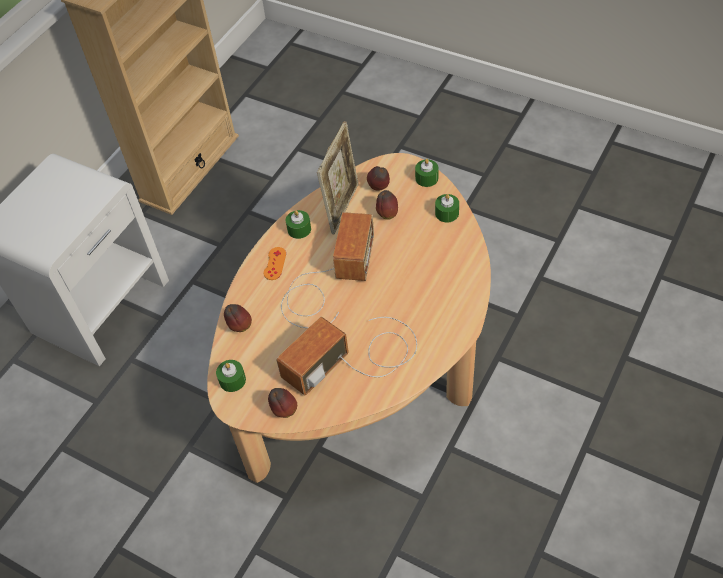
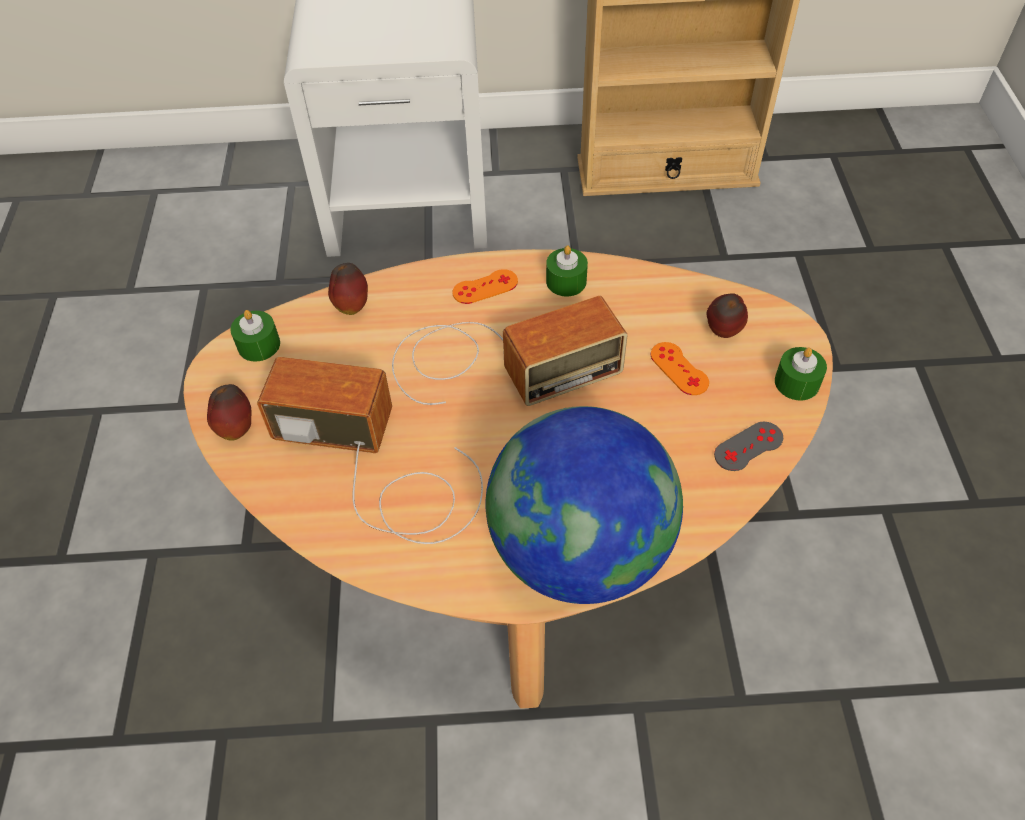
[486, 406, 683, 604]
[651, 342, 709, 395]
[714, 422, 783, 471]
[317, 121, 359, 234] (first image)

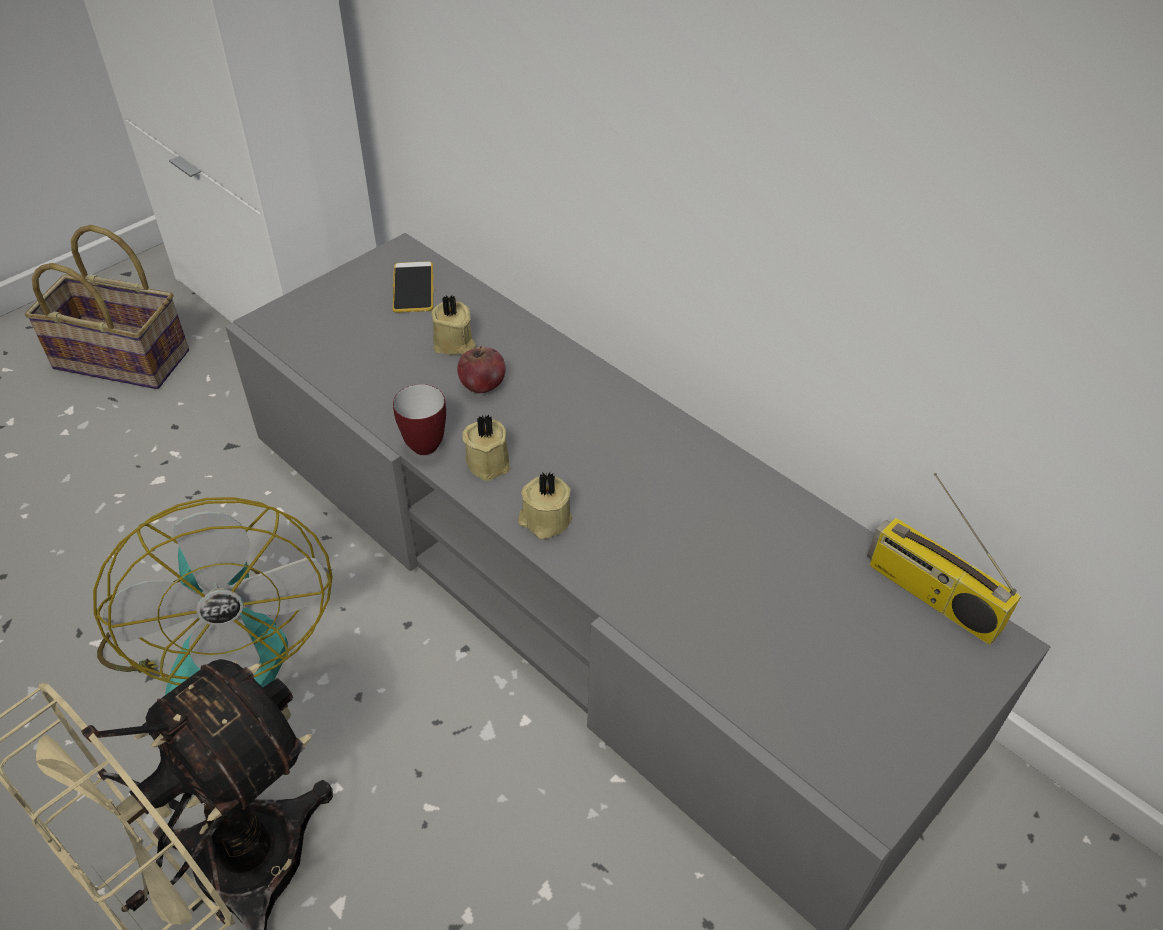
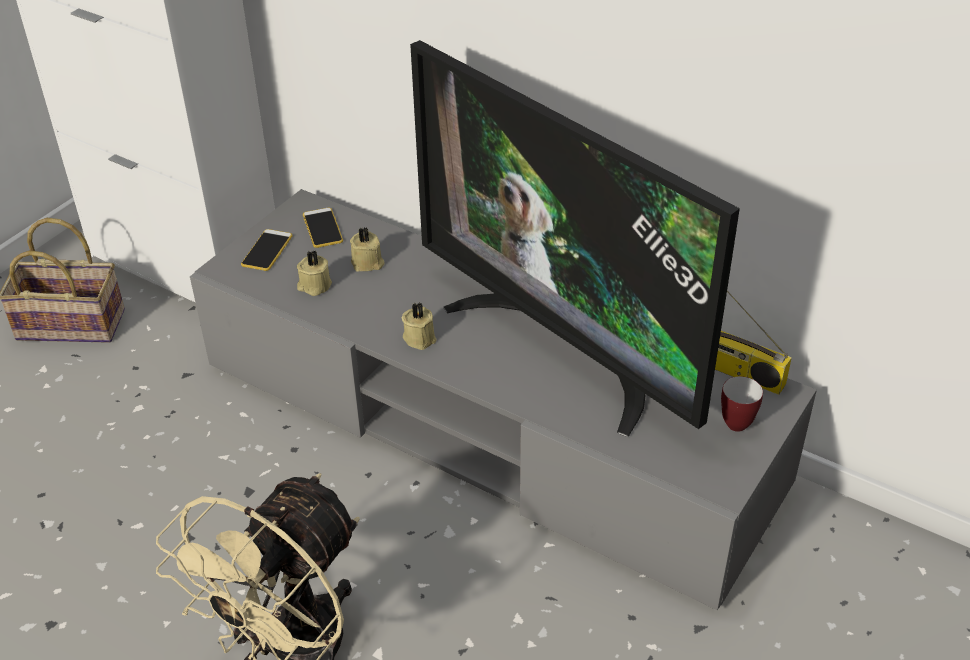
[241, 229, 292, 271]
[297, 251, 332, 296]
[410, 40, 740, 437]
[721, 376, 763, 432]
[93, 497, 333, 695] (first image)
[457, 346, 506, 393] (first image)

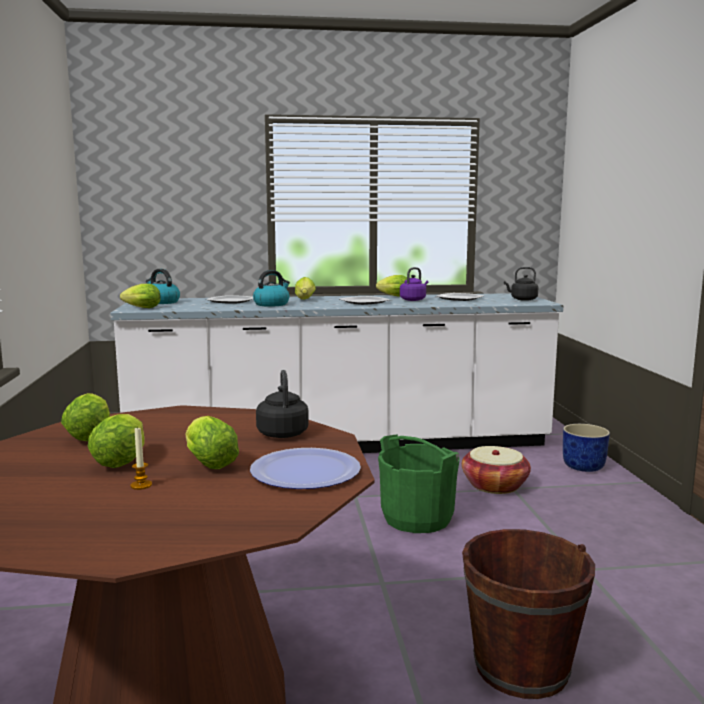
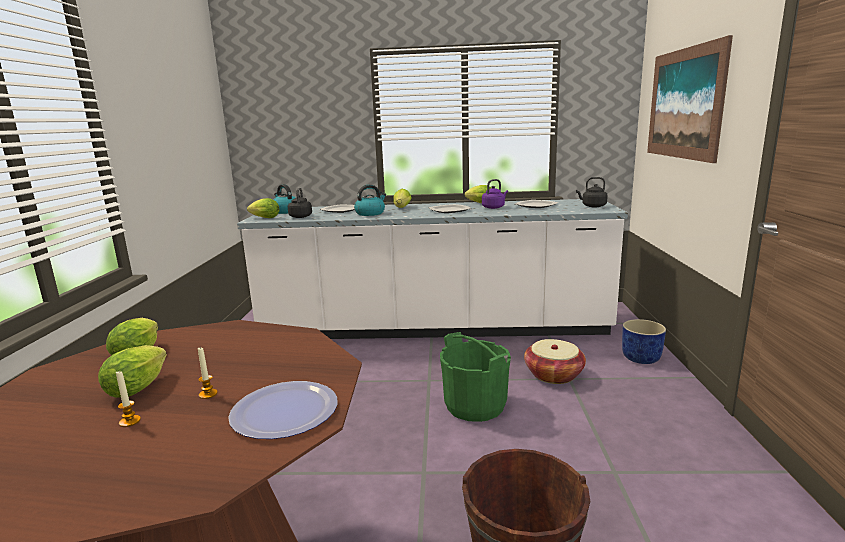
[198, 348, 218, 399]
[288, 188, 312, 218]
[647, 35, 733, 163]

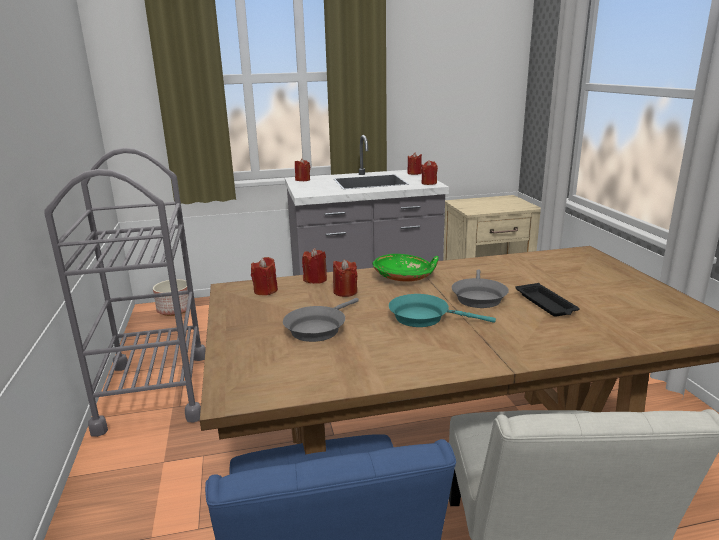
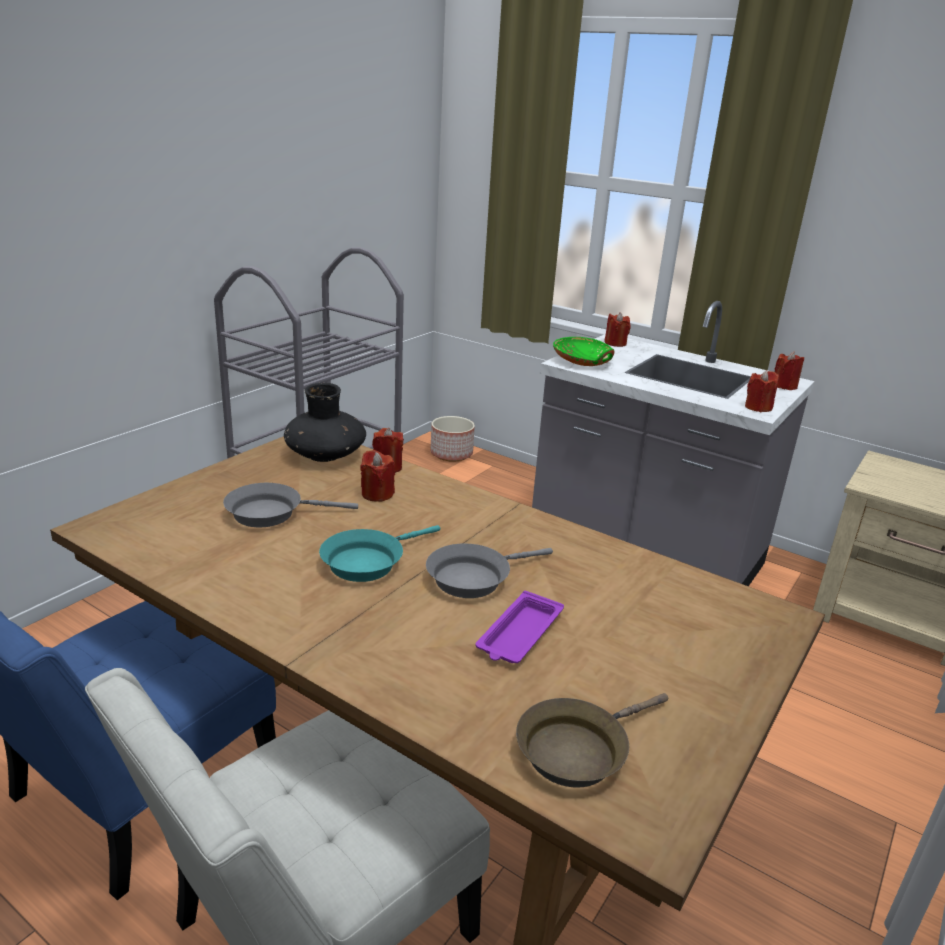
[284, 383, 366, 462]
[319, 525, 440, 582]
[476, 590, 564, 663]
[516, 693, 668, 788]
[553, 337, 615, 366]

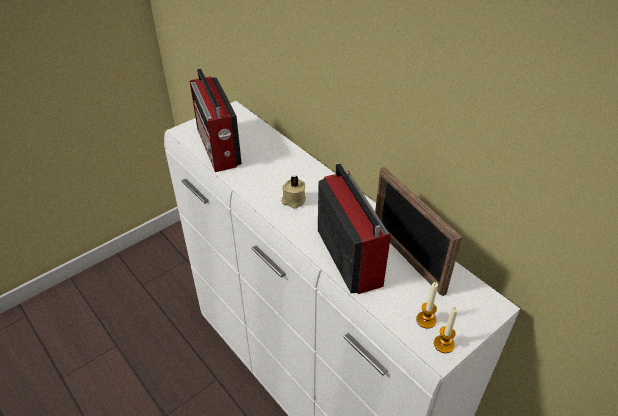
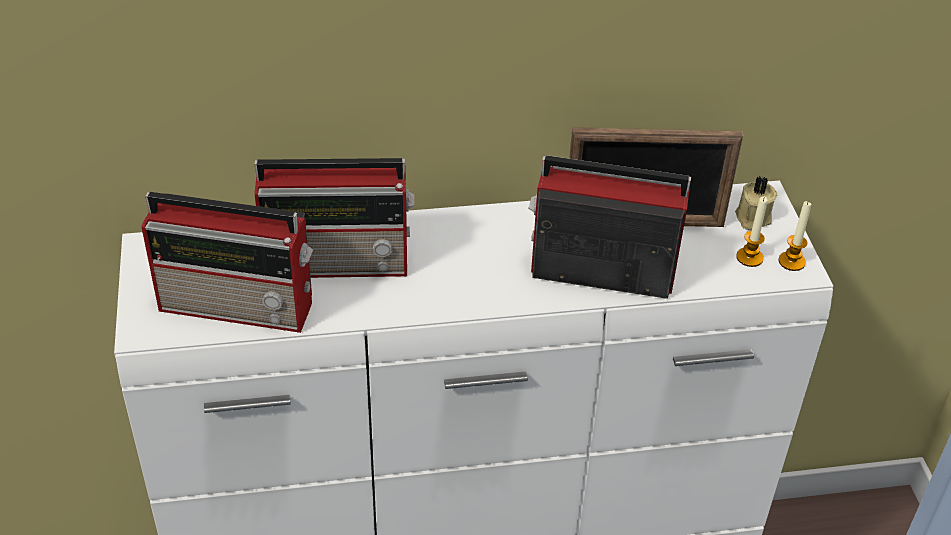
[255, 158, 414, 278]
[735, 176, 778, 231]

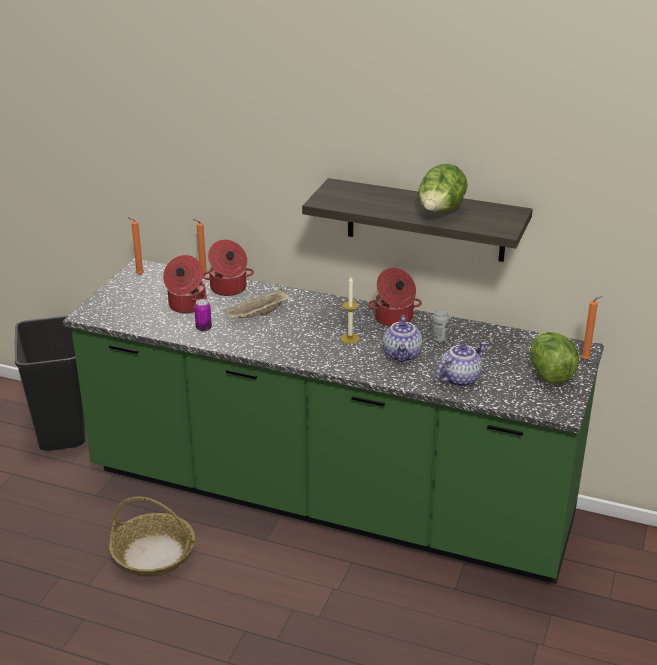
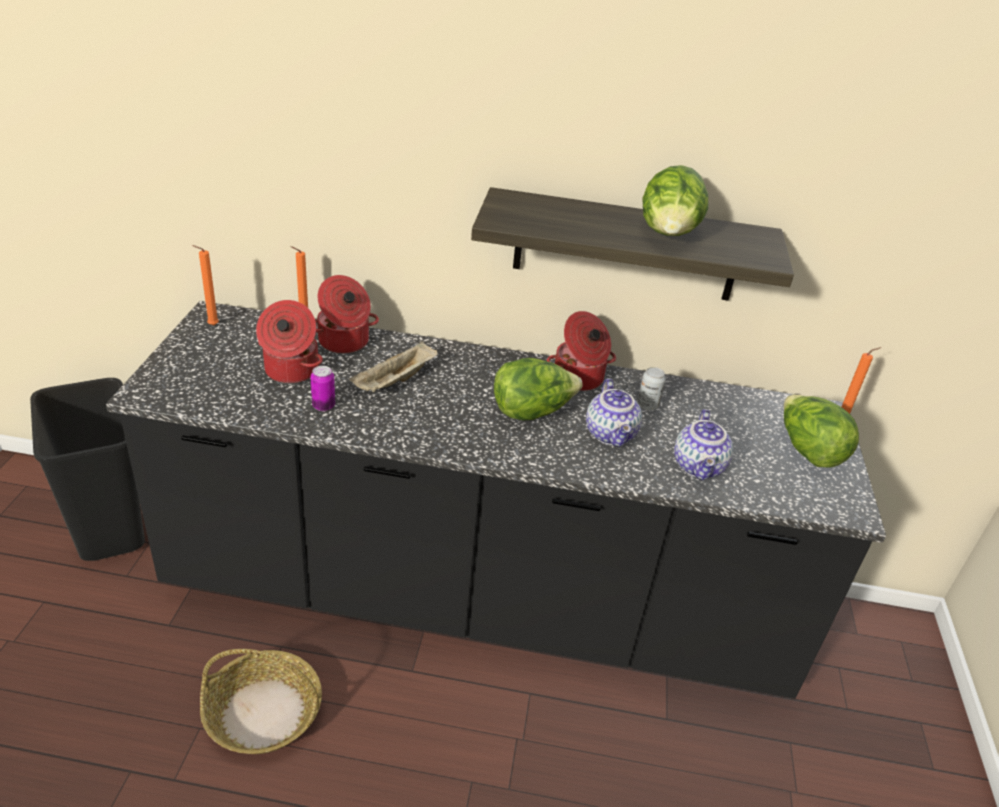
[106, 301, 886, 699]
[494, 358, 582, 421]
[674, 409, 733, 480]

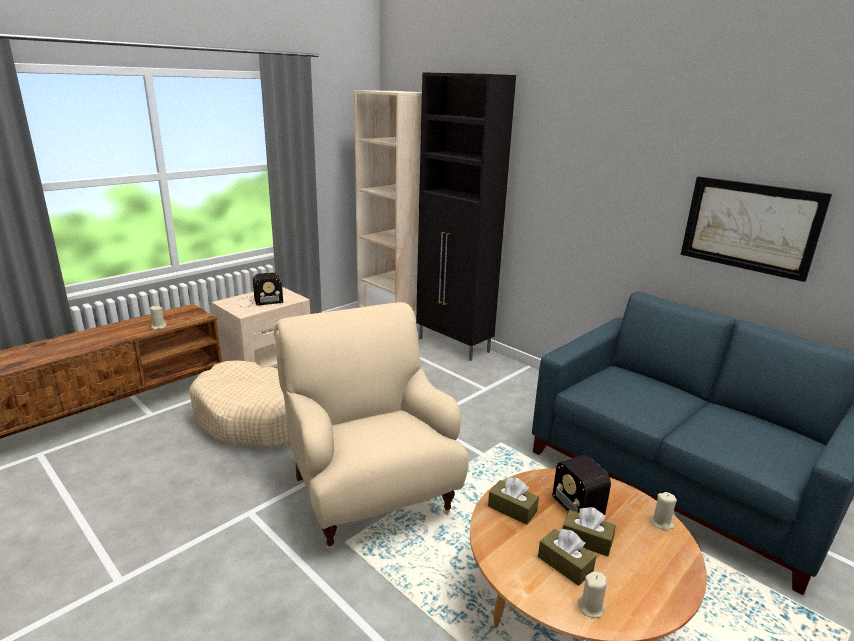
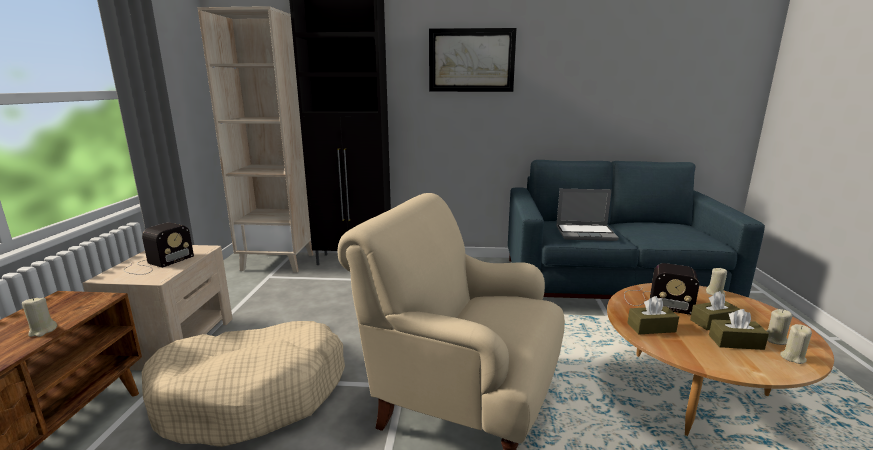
[429, 28, 516, 92]
[556, 189, 619, 241]
[767, 309, 792, 345]

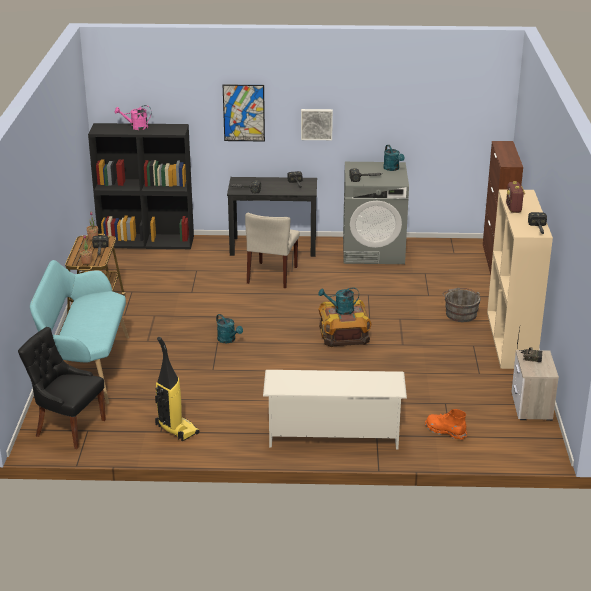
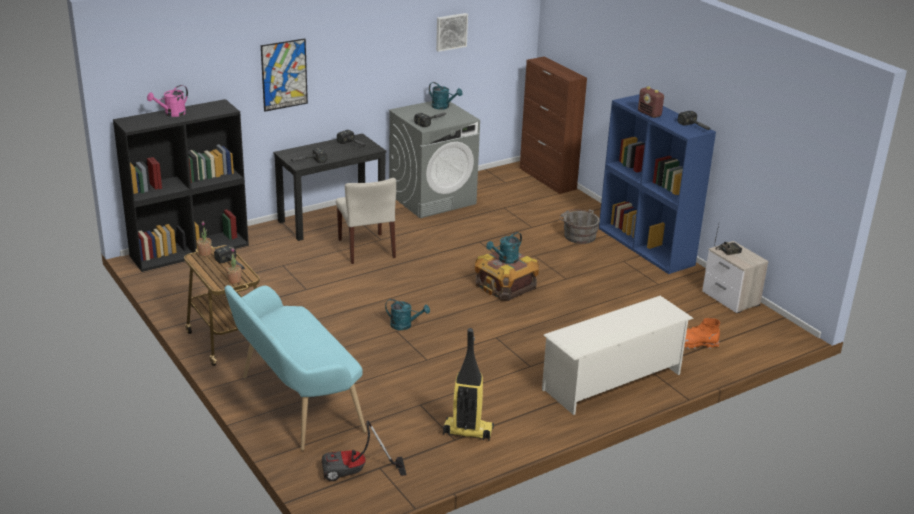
[322, 421, 407, 481]
[436, 13, 468, 52]
[599, 94, 716, 274]

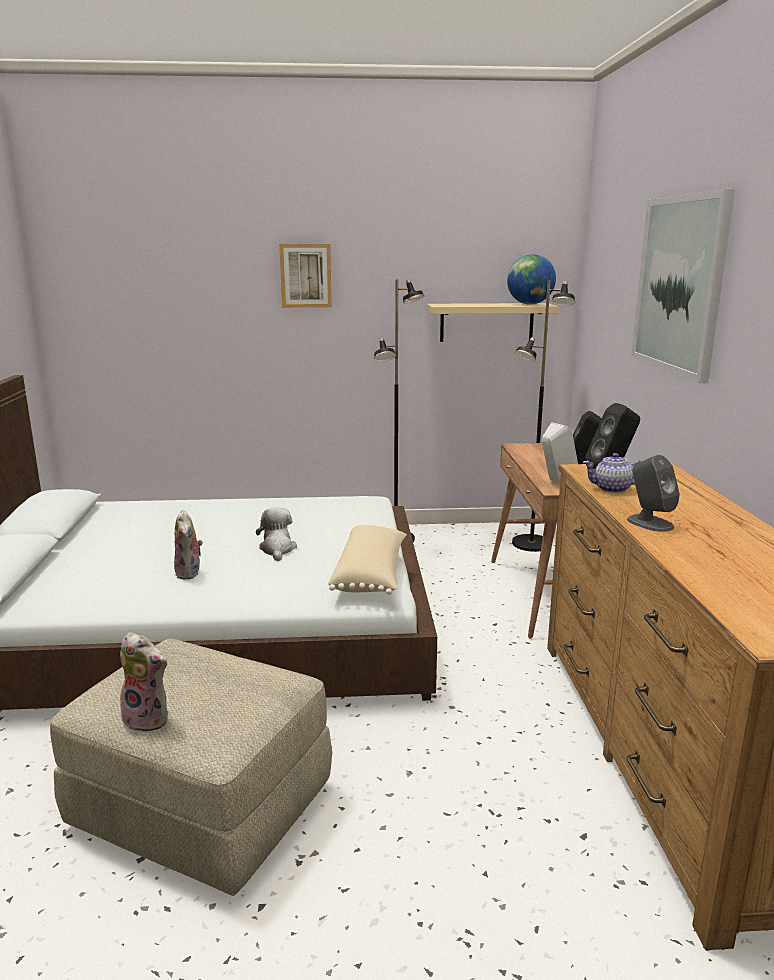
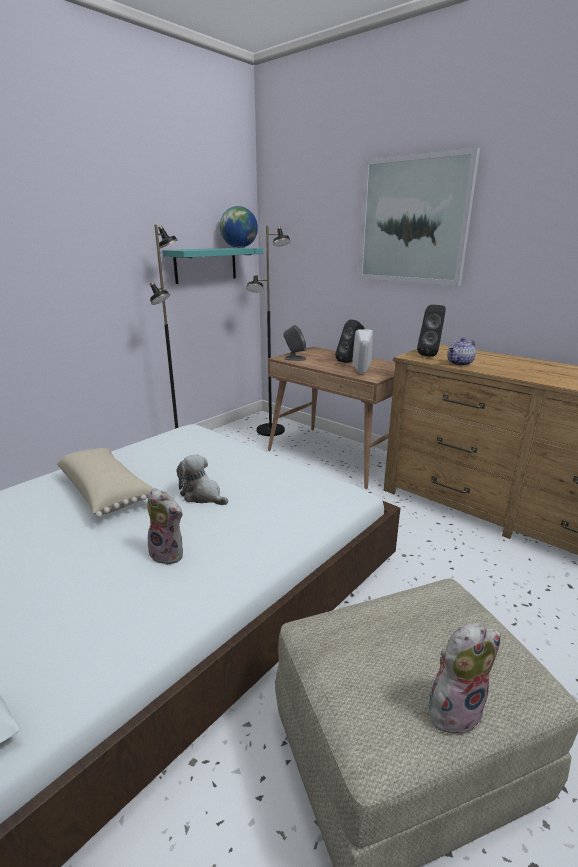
[57, 448, 153, 518]
[162, 248, 263, 284]
[283, 325, 306, 361]
[279, 244, 332, 308] (first image)

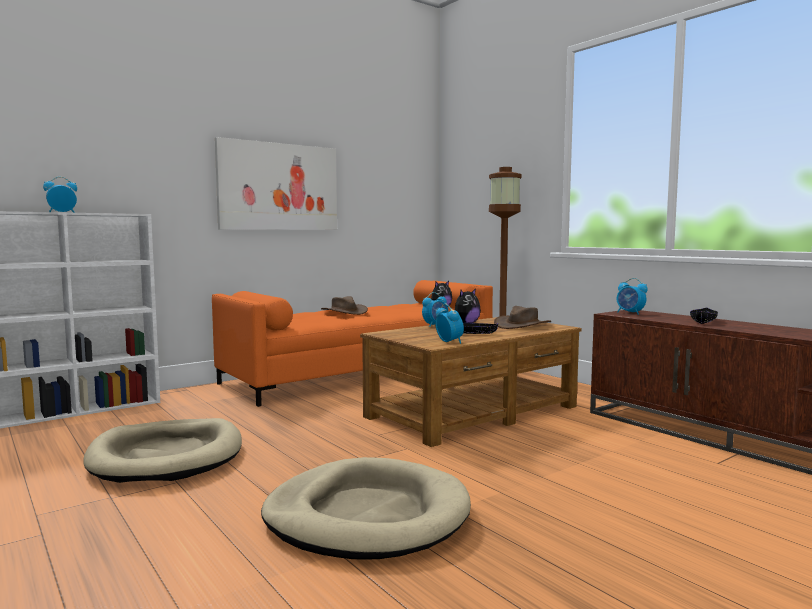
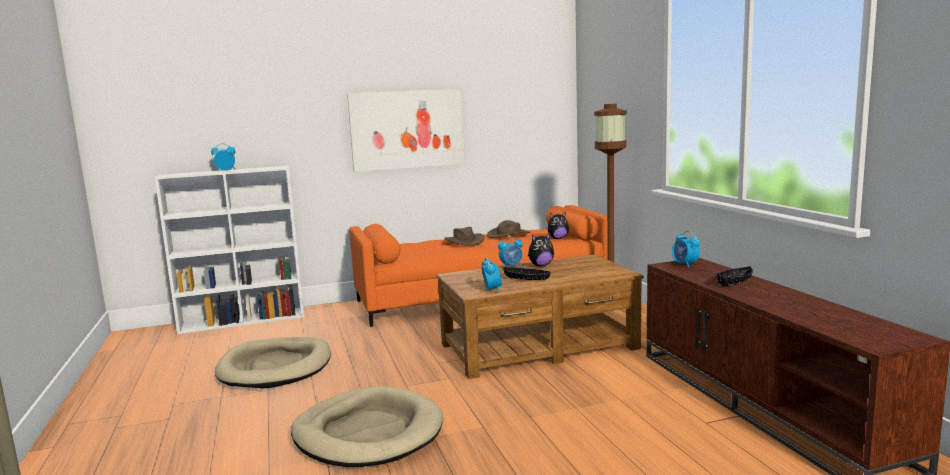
[487, 220, 531, 238]

